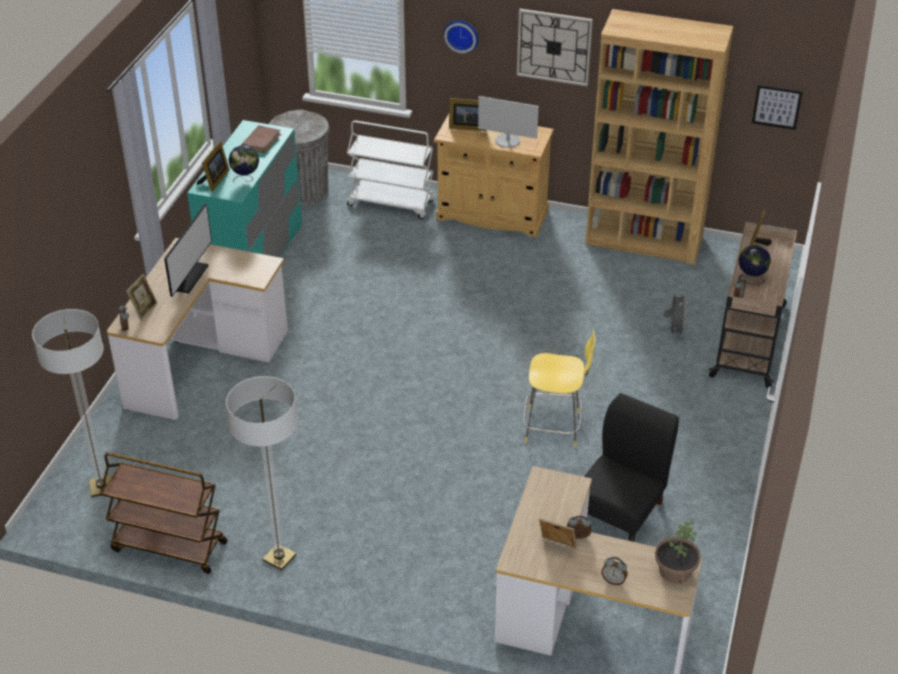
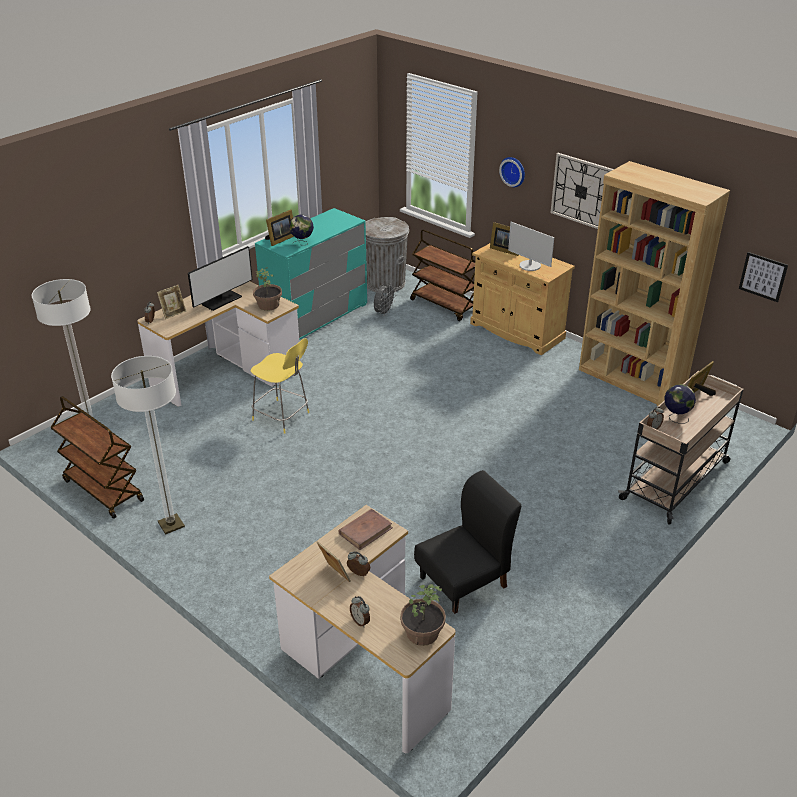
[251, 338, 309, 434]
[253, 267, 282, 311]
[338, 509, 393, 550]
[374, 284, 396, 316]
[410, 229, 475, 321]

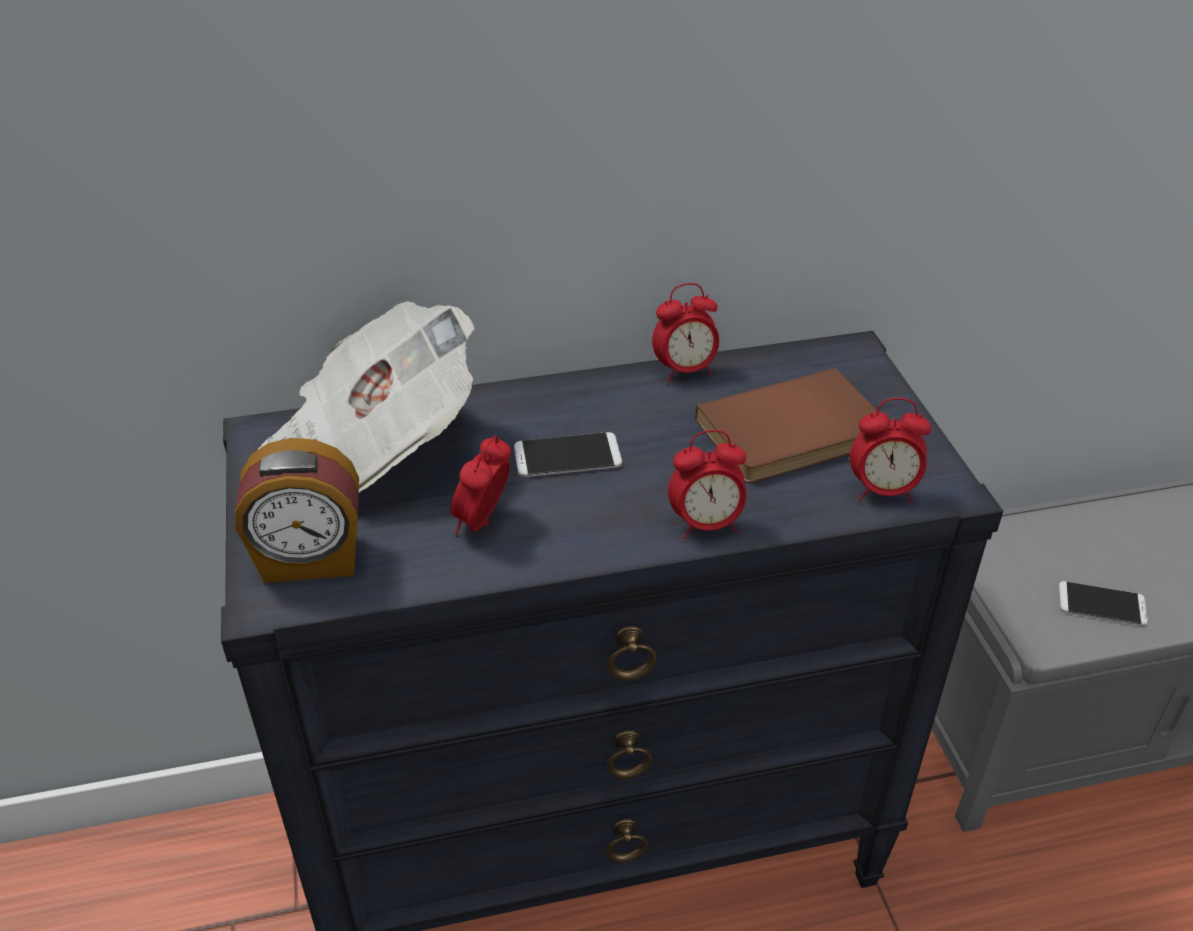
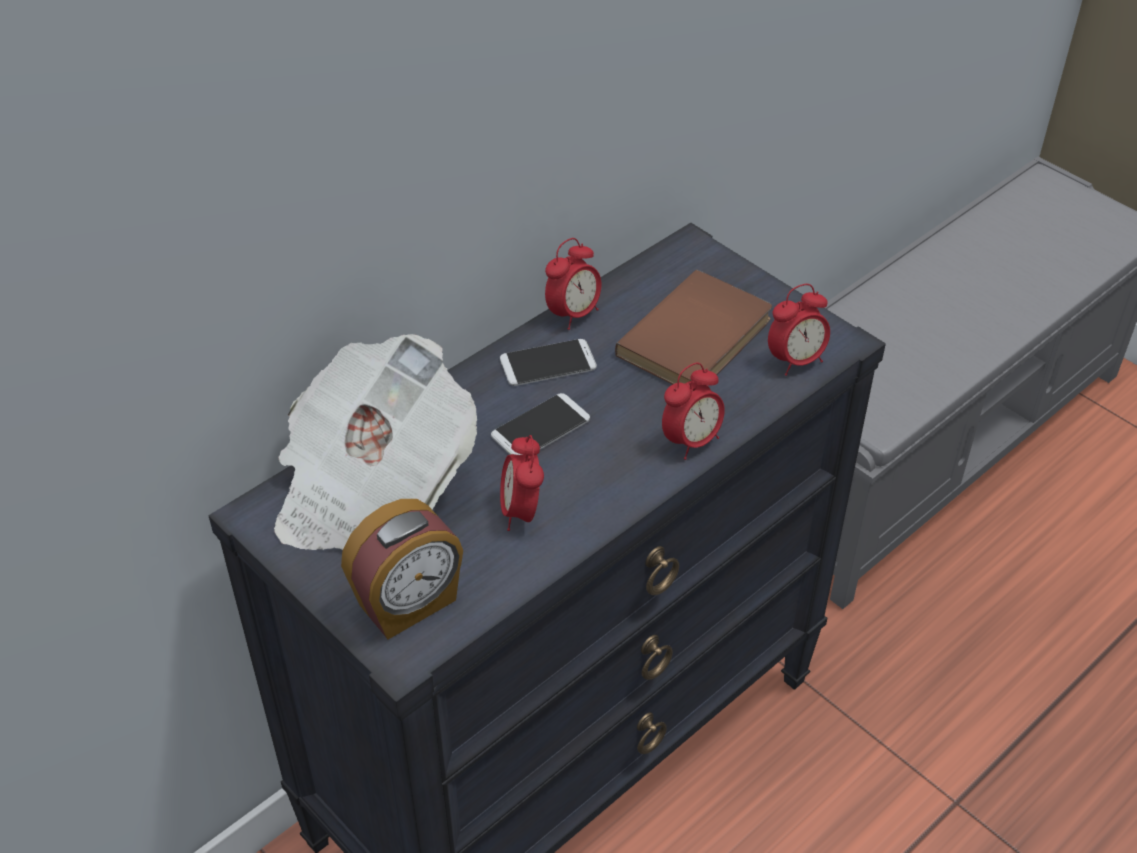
[500, 339, 597, 386]

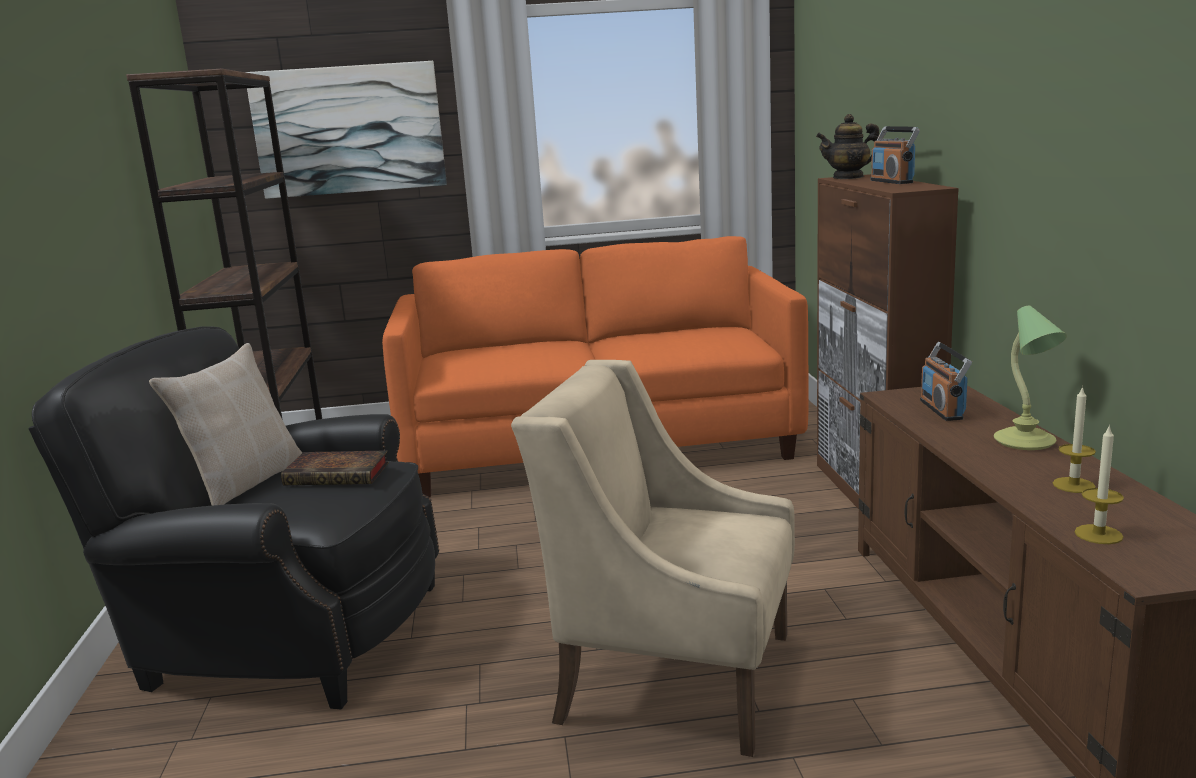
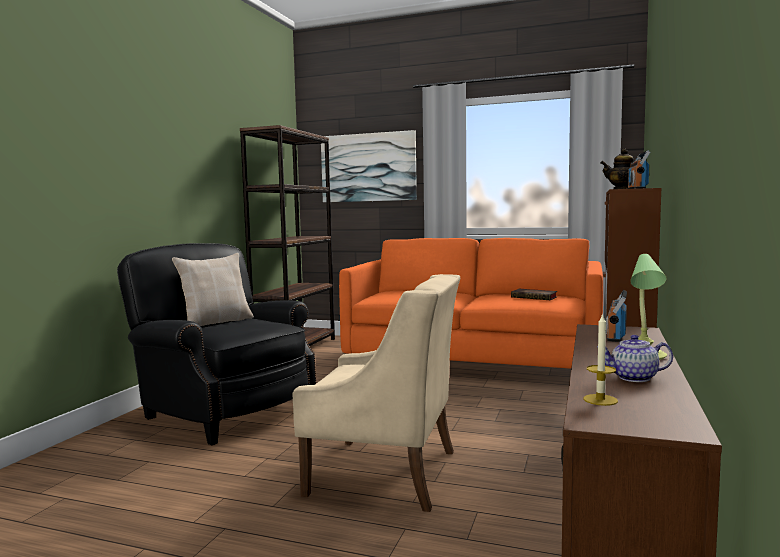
[293, 274, 461, 512]
[511, 289, 558, 300]
[597, 335, 673, 382]

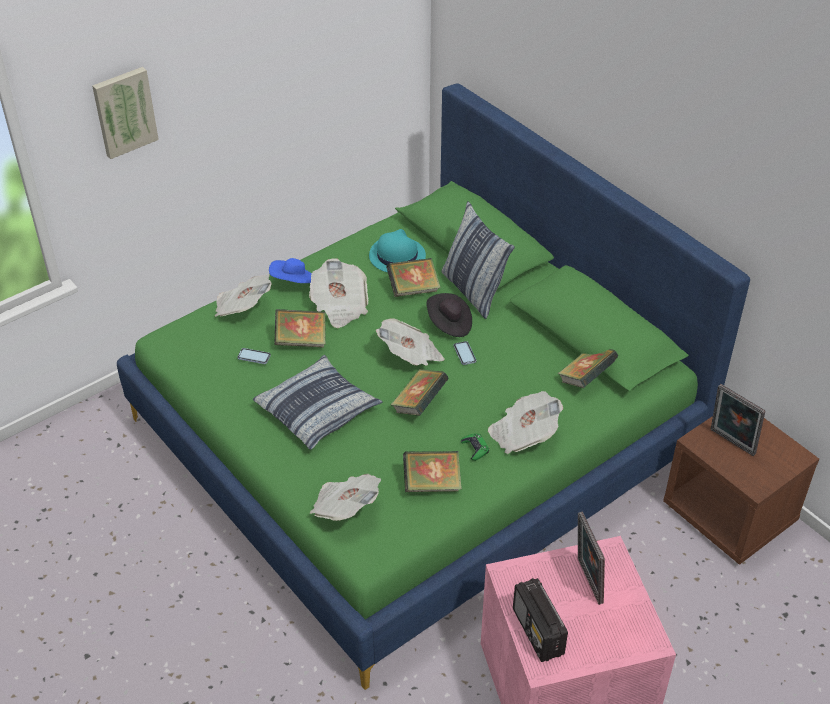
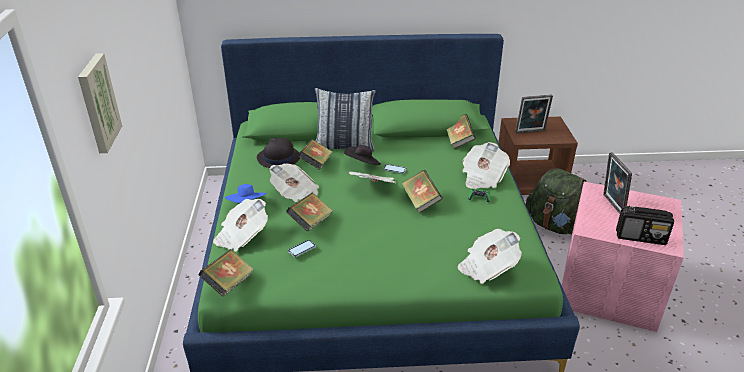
[199, 249, 254, 297]
[257, 137, 300, 168]
[526, 168, 586, 234]
[603, 152, 632, 214]
[253, 355, 383, 450] (first image)

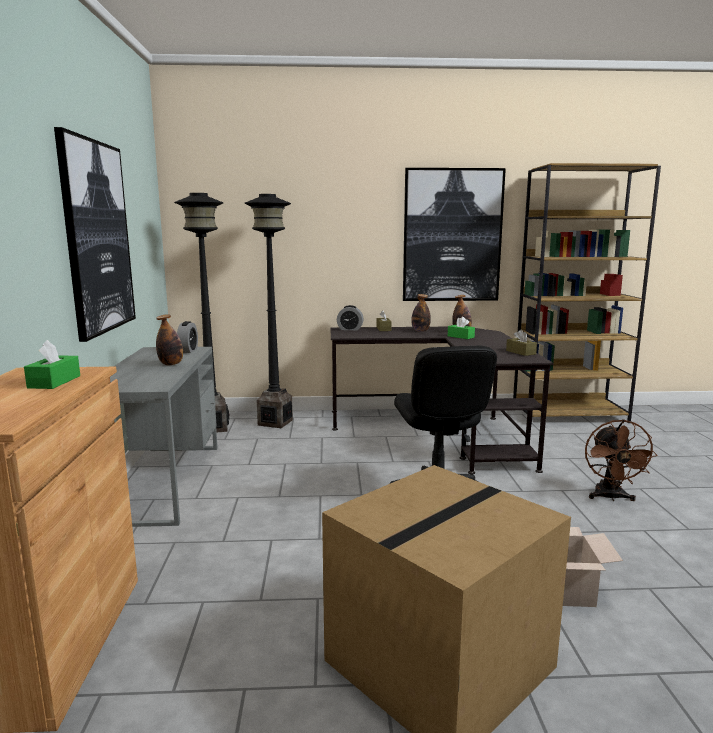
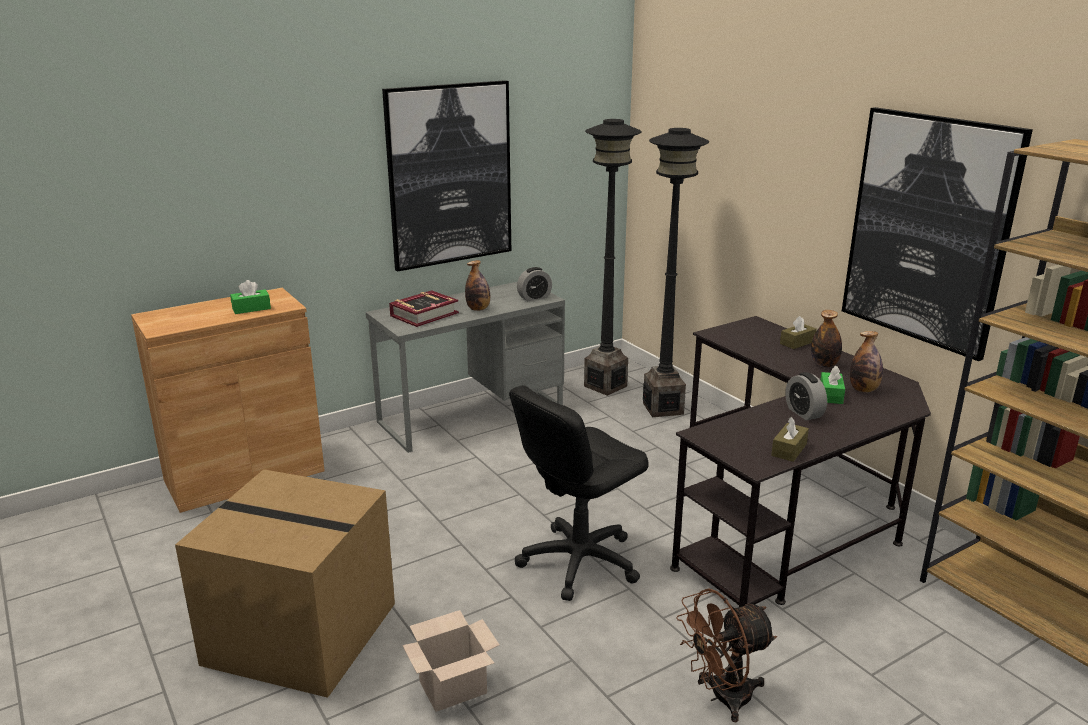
[389, 290, 459, 327]
[785, 372, 827, 420]

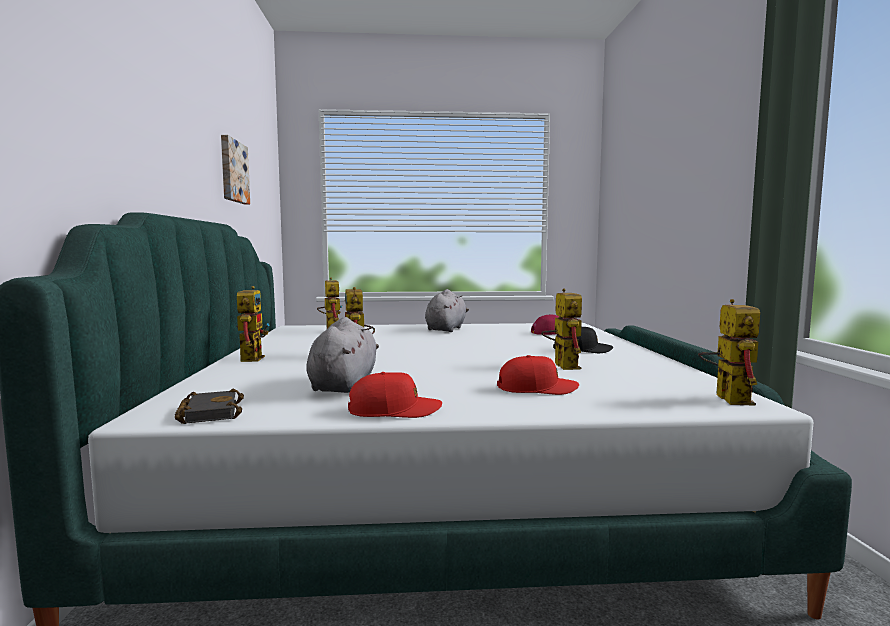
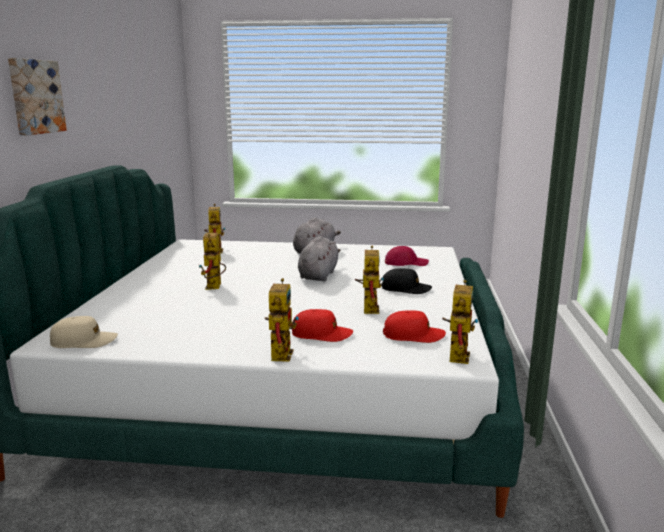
[8, 58, 67, 136]
[50, 316, 118, 348]
[265, 278, 299, 362]
[298, 236, 341, 282]
[383, 310, 446, 343]

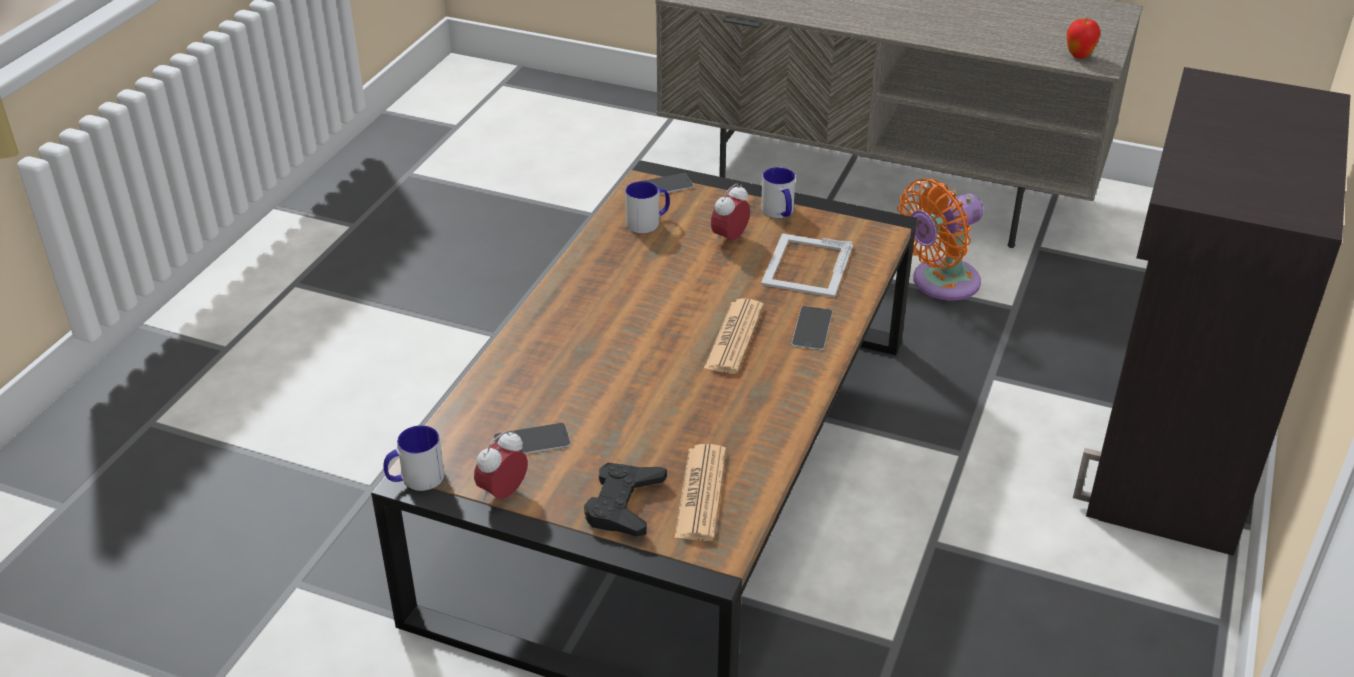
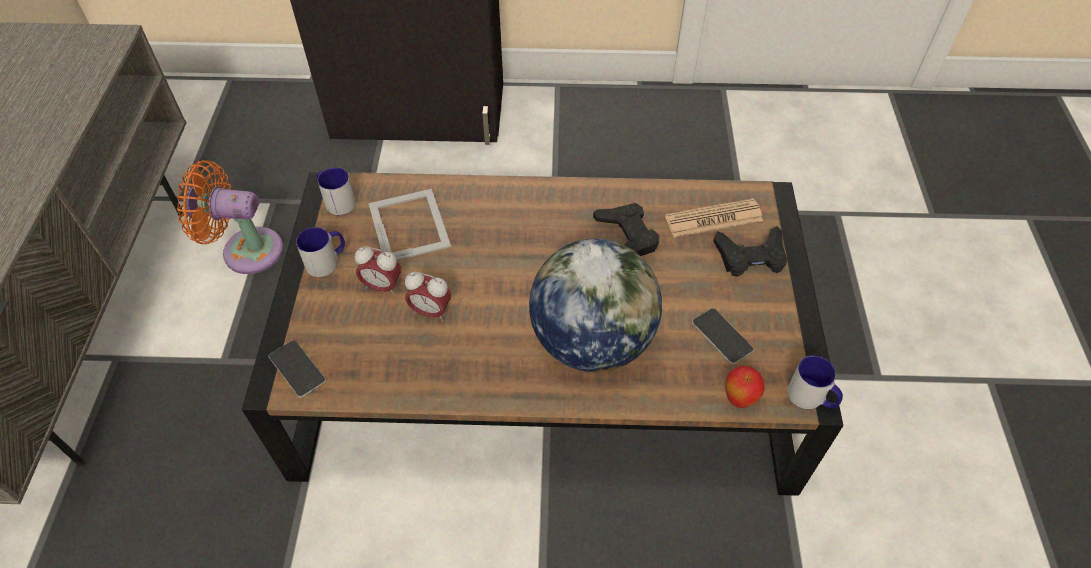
[177, 160, 283, 274]
[317, 167, 356, 215]
[369, 189, 451, 260]
[405, 272, 452, 321]
[529, 239, 662, 372]
[593, 203, 659, 256]
[725, 366, 765, 408]
[704, 298, 764, 374] (first image)
[792, 306, 832, 350] (first image)

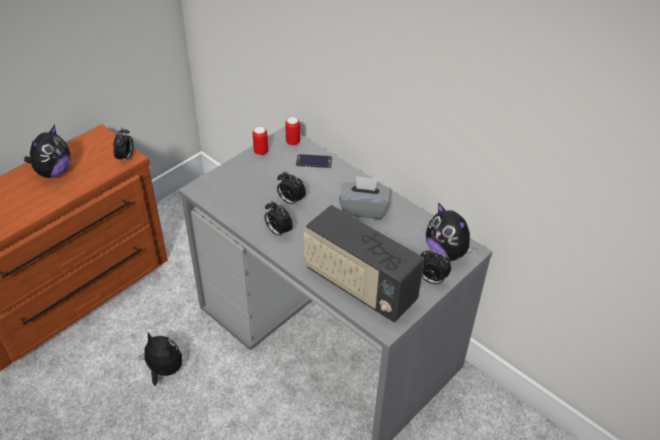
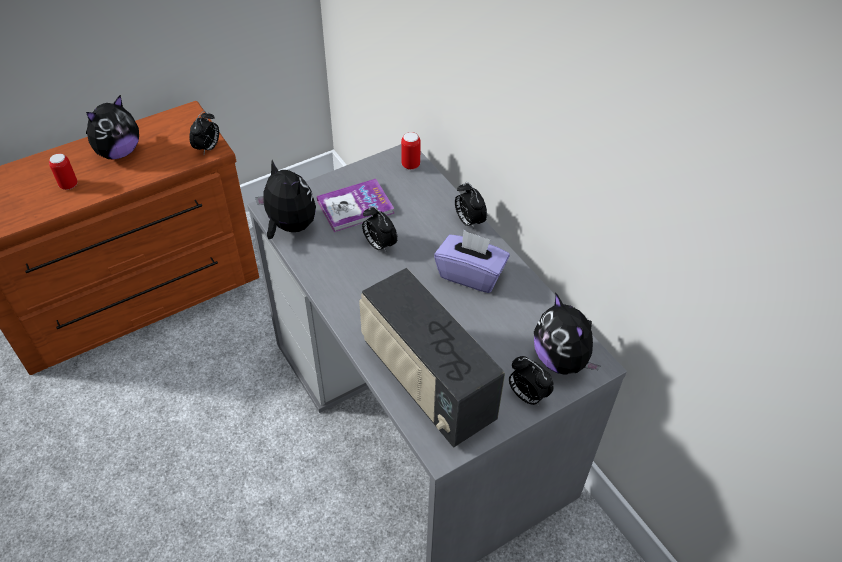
[49, 153, 78, 190]
[255, 160, 316, 239]
[317, 179, 394, 232]
[434, 230, 510, 293]
[455, 182, 487, 229]
[296, 154, 333, 168] (first image)

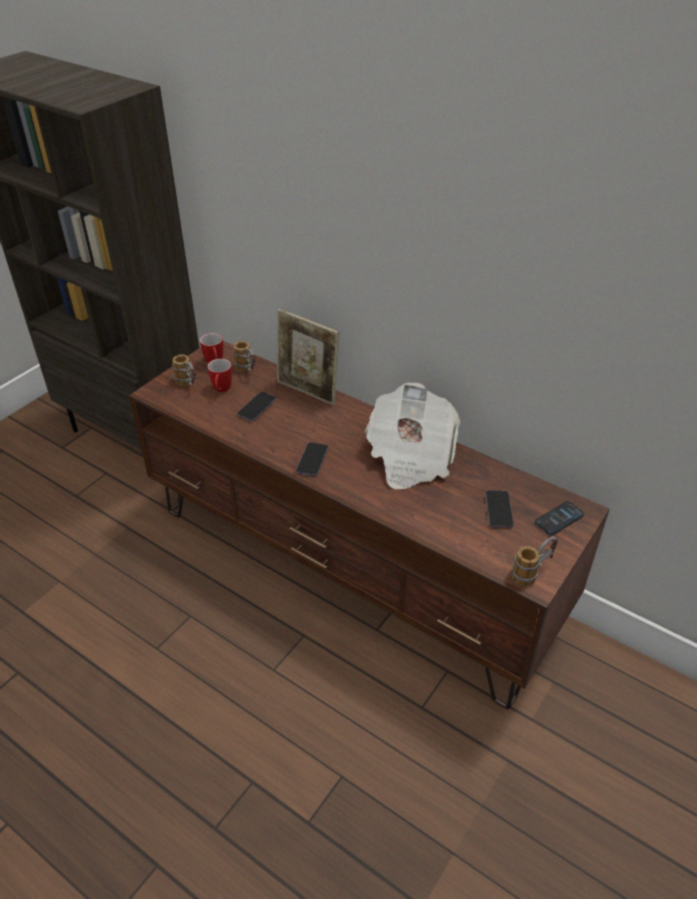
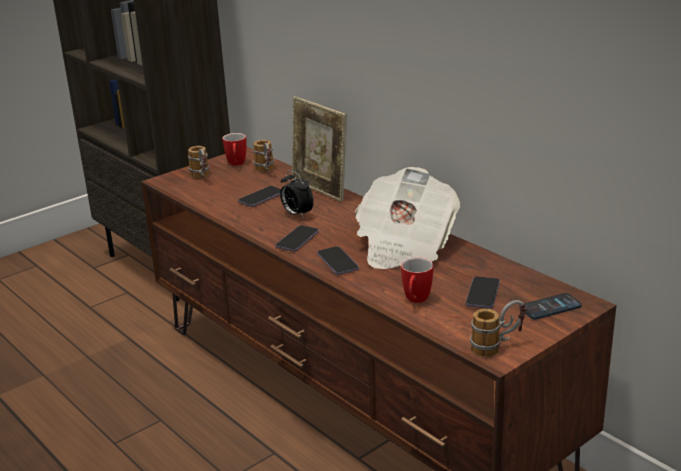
[280, 170, 314, 219]
[317, 246, 359, 275]
[401, 257, 434, 303]

